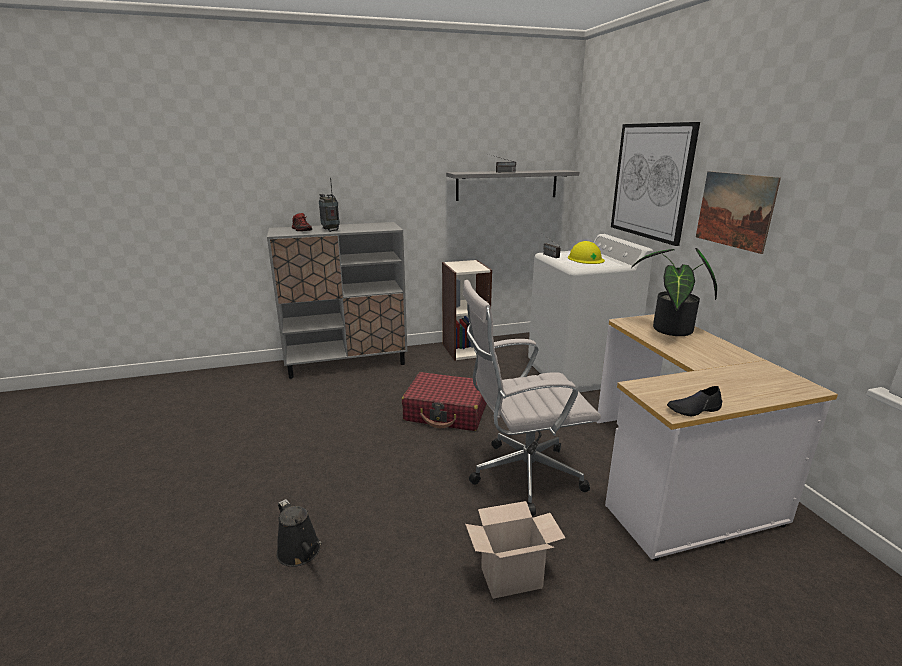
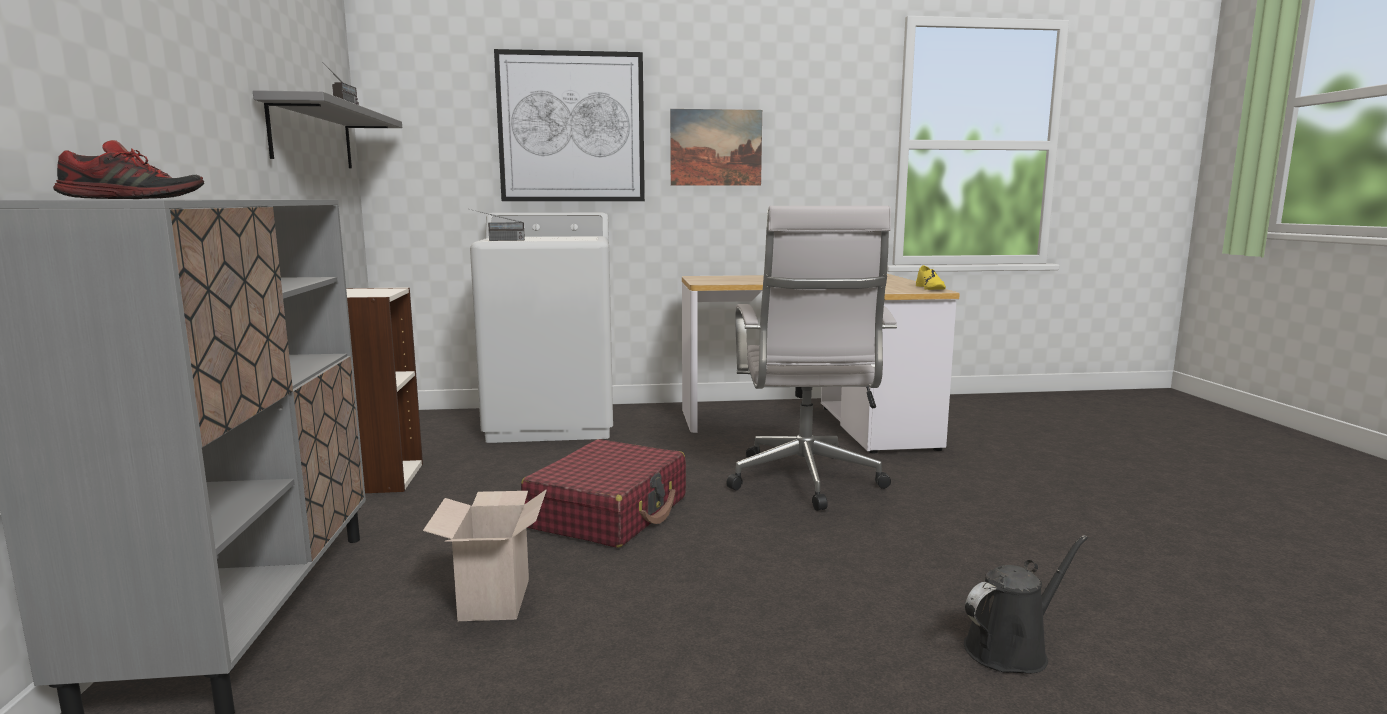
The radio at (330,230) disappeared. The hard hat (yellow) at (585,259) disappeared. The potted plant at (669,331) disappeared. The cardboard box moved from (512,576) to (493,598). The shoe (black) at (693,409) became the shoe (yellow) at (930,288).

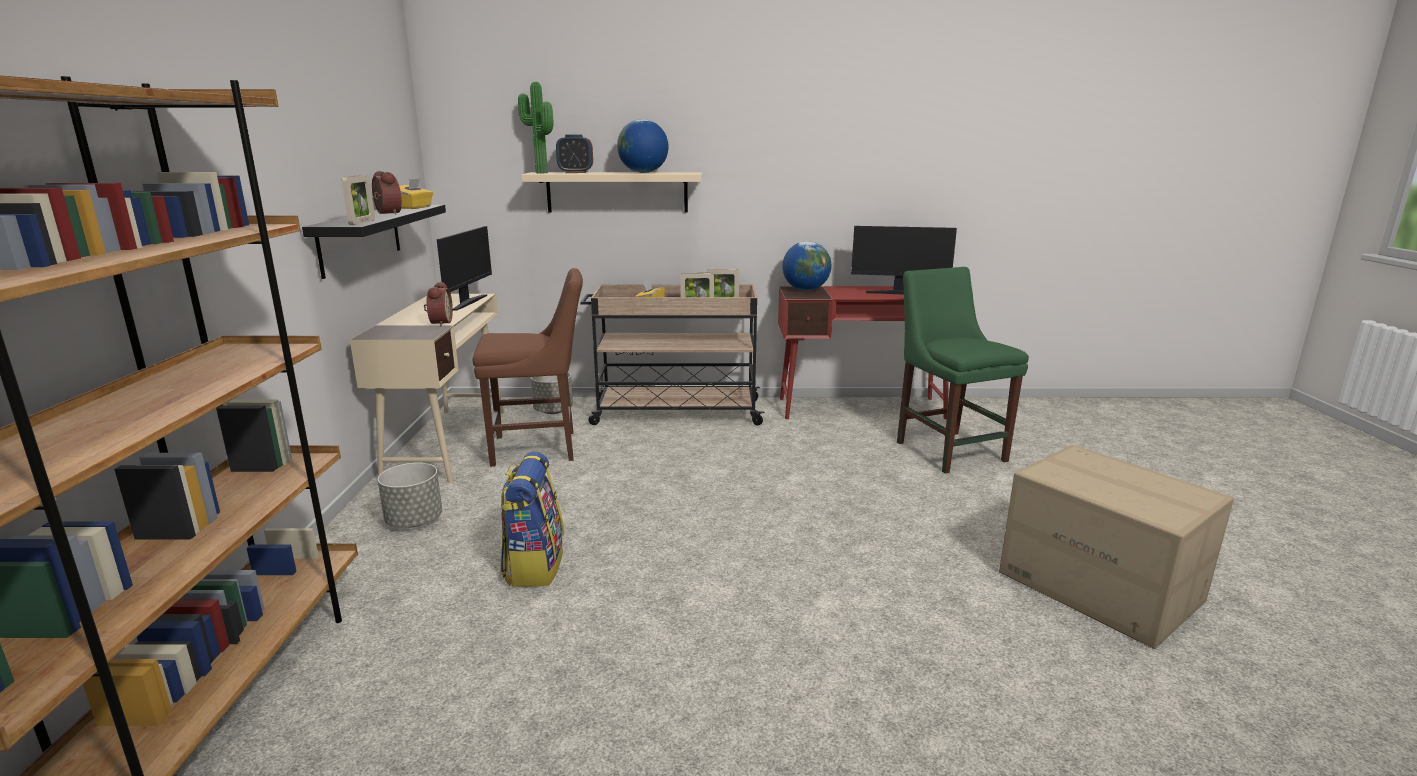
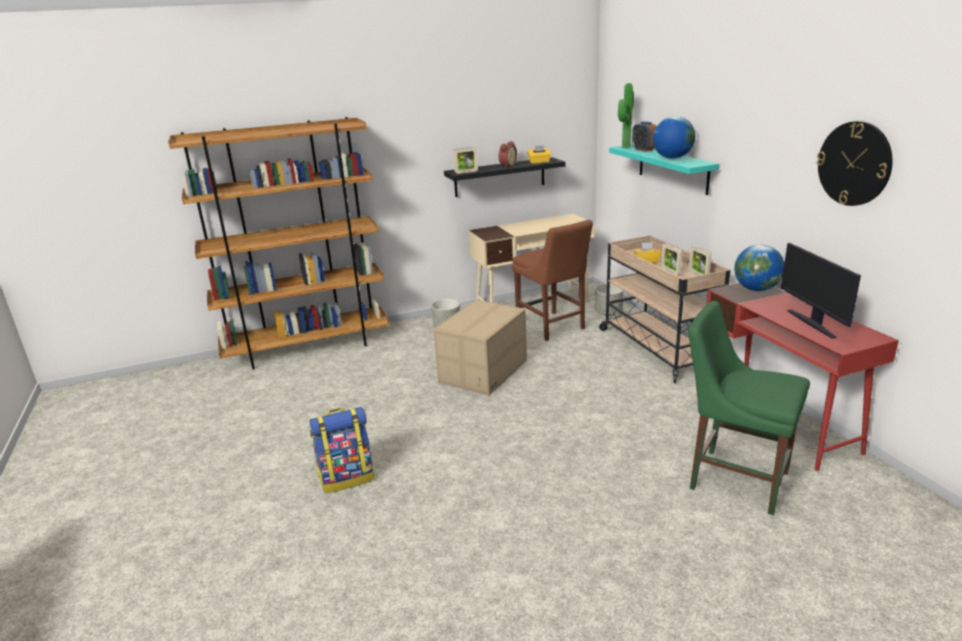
The alarm clock at (439,323) disappeared. The monitor at (468,302) disappeared. The wall clock at (854,163) appeared. The backpack moved from (534,565) to (347,478). The cardboard box moved from (1100,587) to (484,371). The shelf (beige) at (617,192) became the shelf (turquoise) at (673,168). The chair (green) at (947,449) turned 105 degrees counterclockwise.

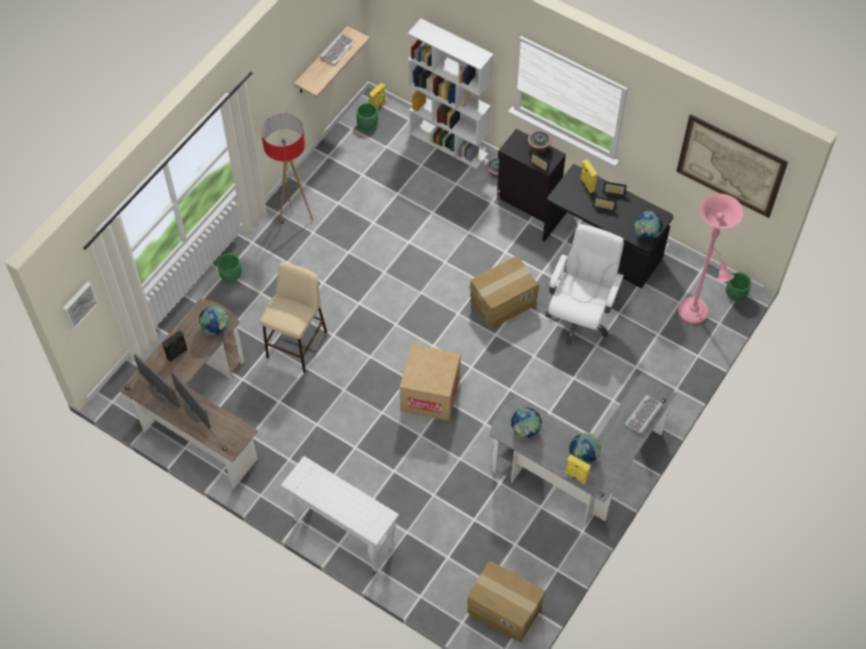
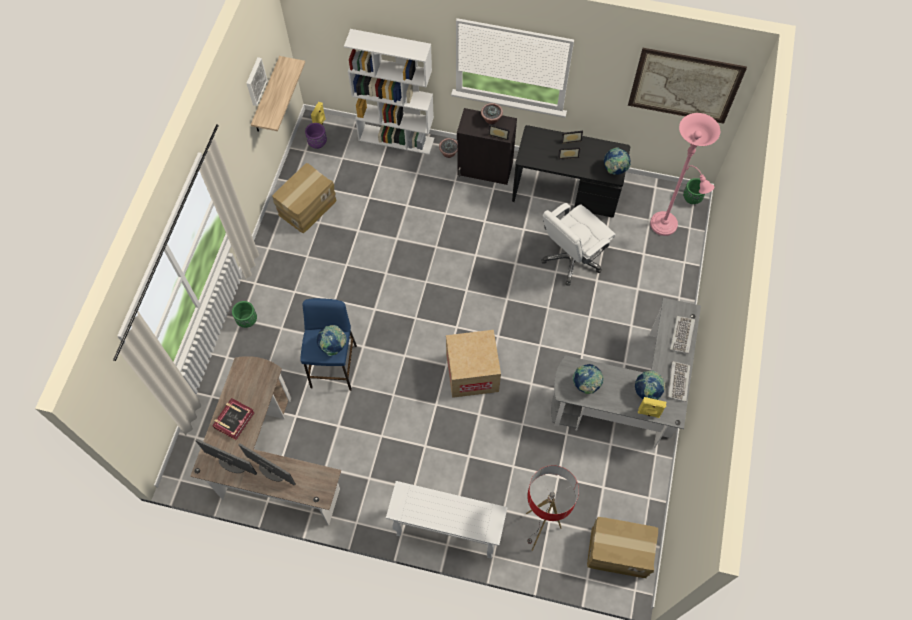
The speaker (yellow) at (586,185) disappeared. The picture moved from (78,304) to (255,81). The globe moved from (215,328) to (333,346). The floor lamp moved from (293,217) to (539,530). The keyboard moved from (337,50) to (678,381). The cardboard box moved from (502,302) to (307,207). The speaker (black) at (177,354) was replaced by the book at (234,420). The stool (beige) at (297,344) became the stool (blue) at (334,366). The planter (green) at (367,125) became the planter (purple) at (317,143). The office chair (white) at (579,316) turned 135 degrees counterclockwise.

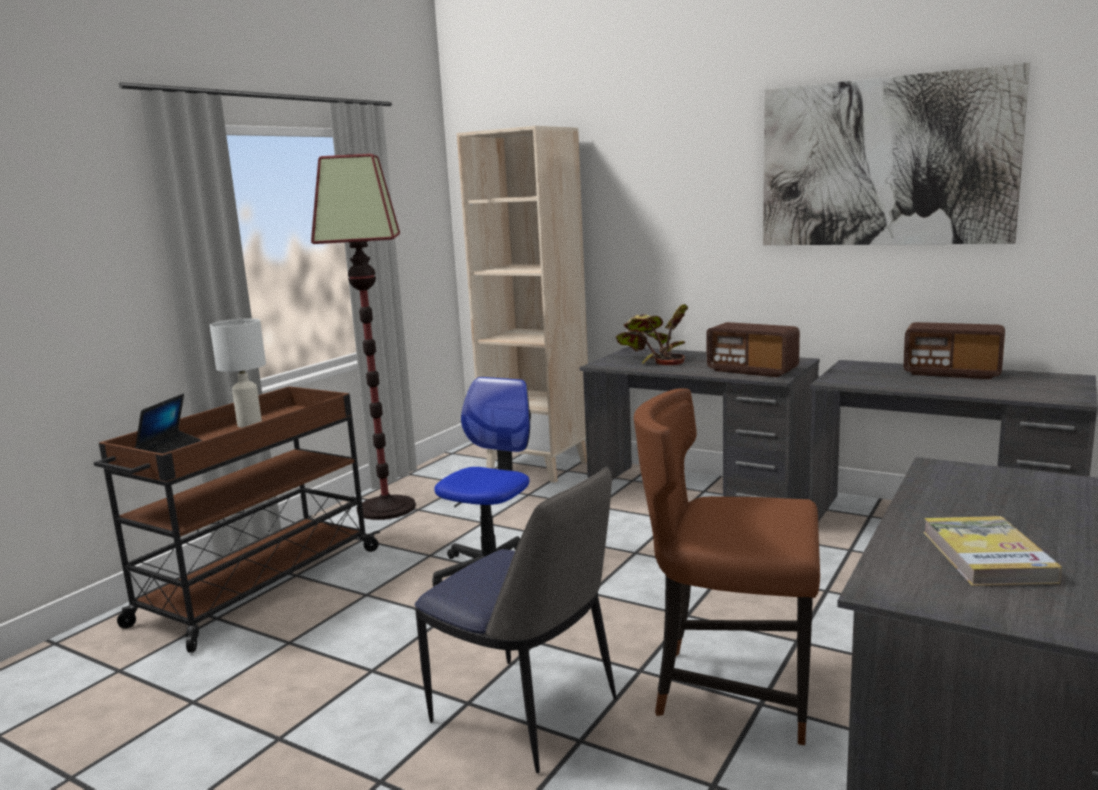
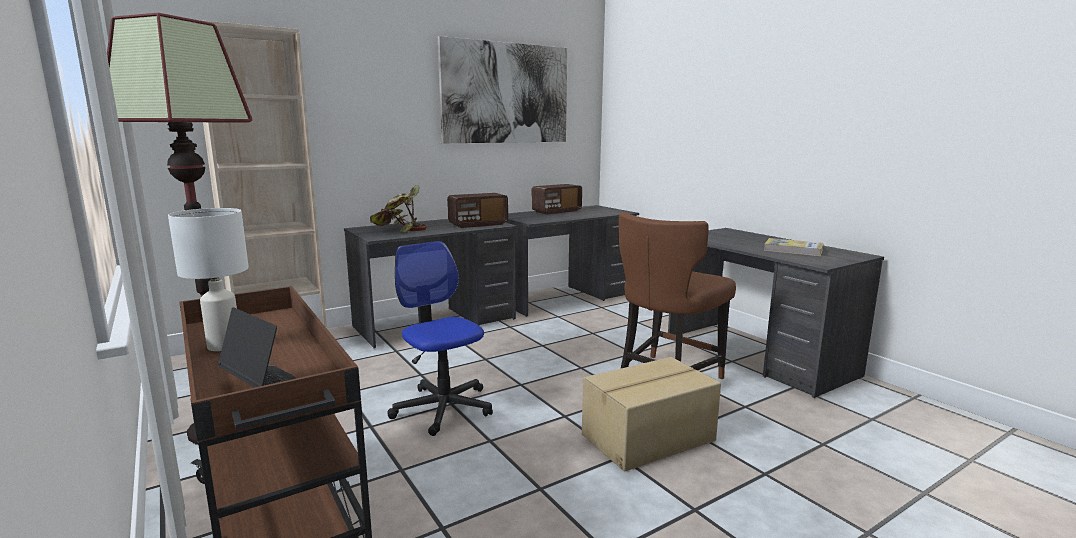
The chair at (528,713) was replaced by the cardboard box at (649,438).

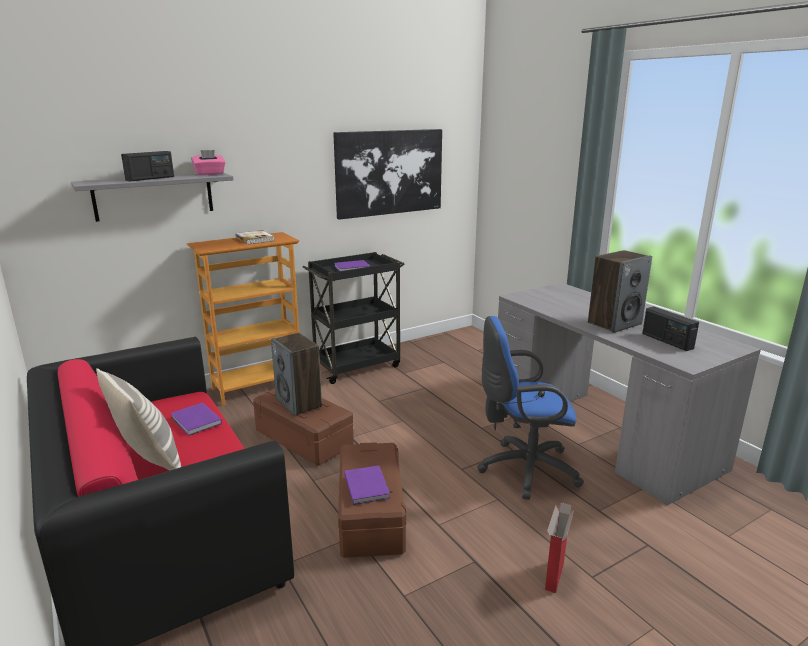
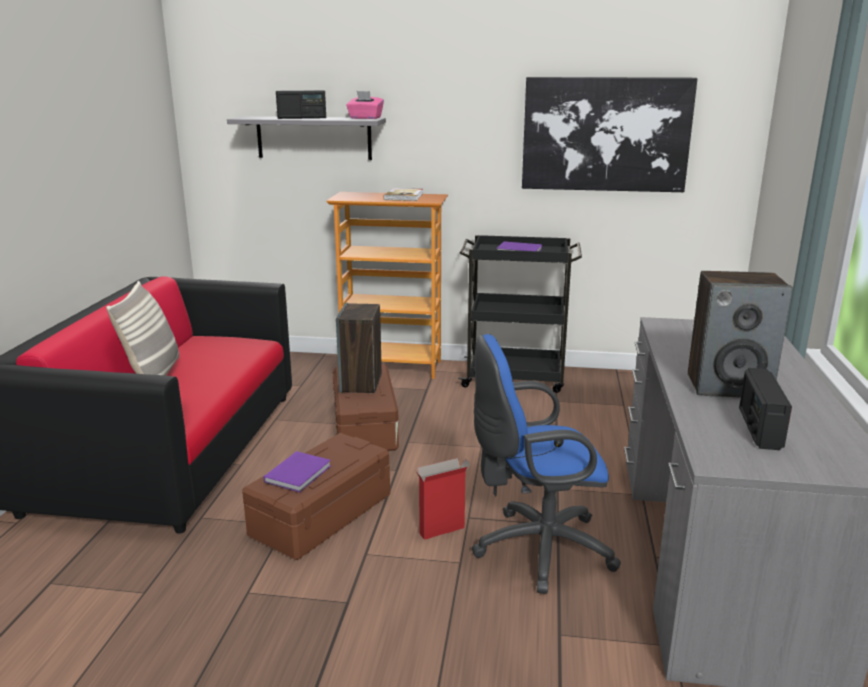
The book (purple) at (196,421) disappeared. The cardboard box moved from (554,575) to (443,530). The office chair (blue) at (523,469) turned 45 degrees counterclockwise.

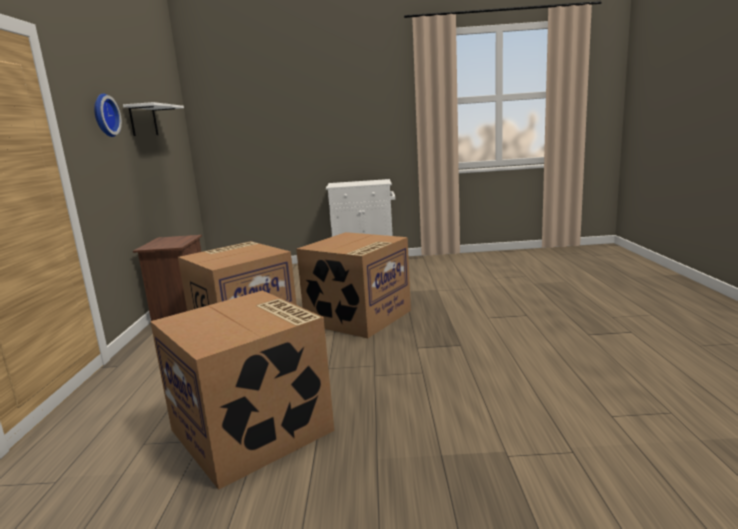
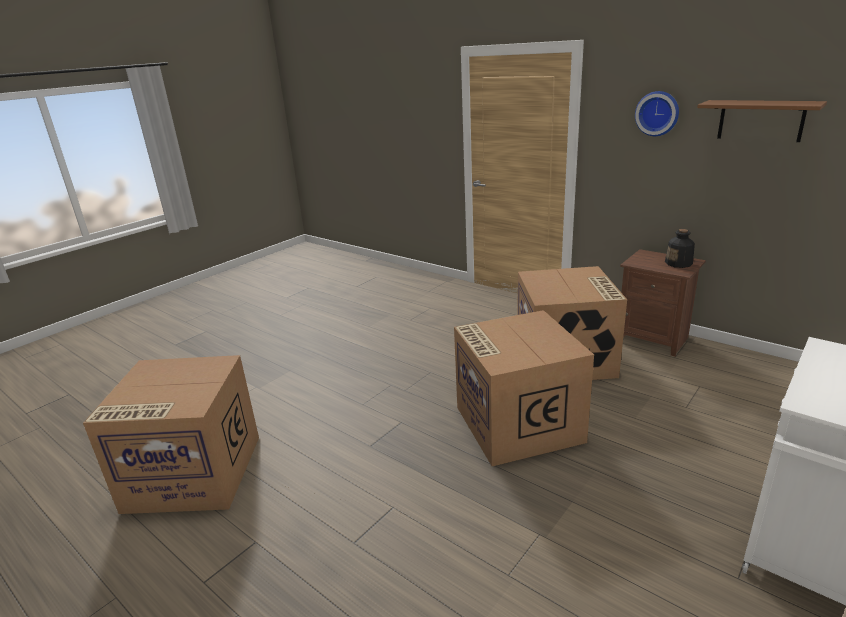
The bottle at (678,263) appeared. The cardboard box moved from (254,430) to (192,474). The shelf (white) at (143,120) became the shelf (brown) at (760,120).

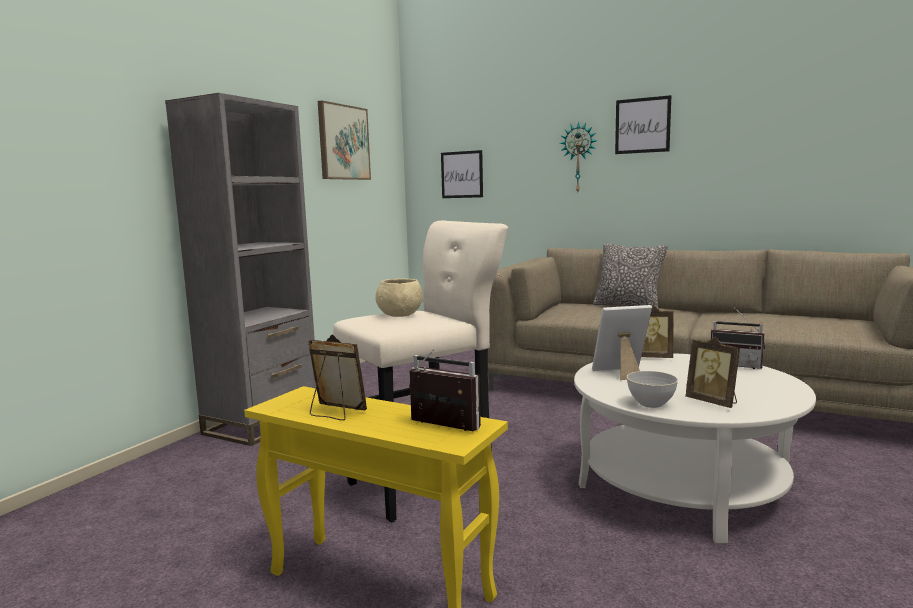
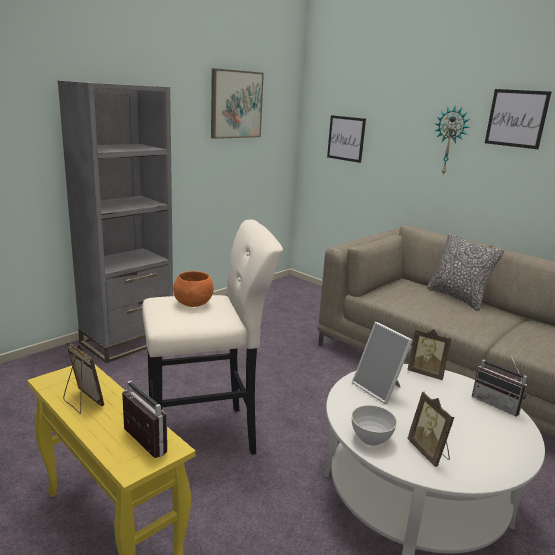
The bowl (beige) at (399,315) became the bowl (orange) at (193,304). The picture frame at (621,373) turned 135 degrees counterclockwise.

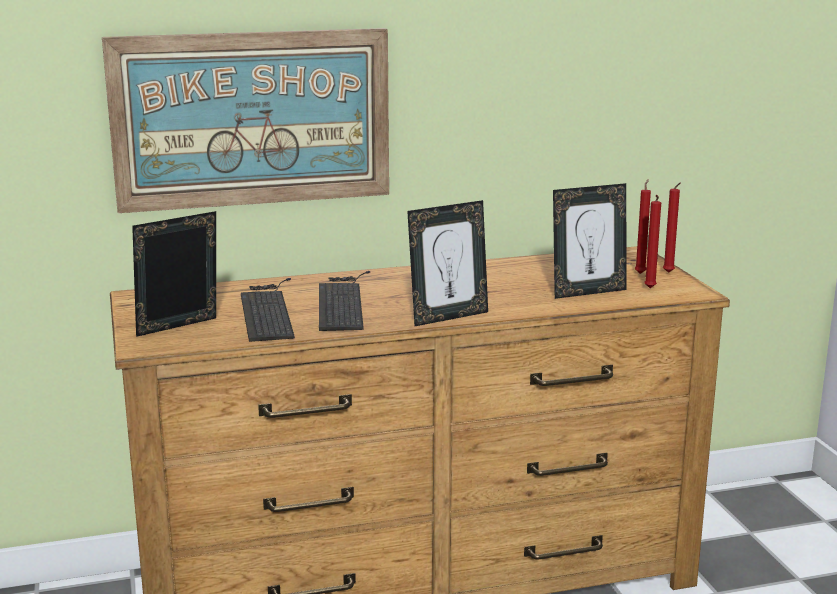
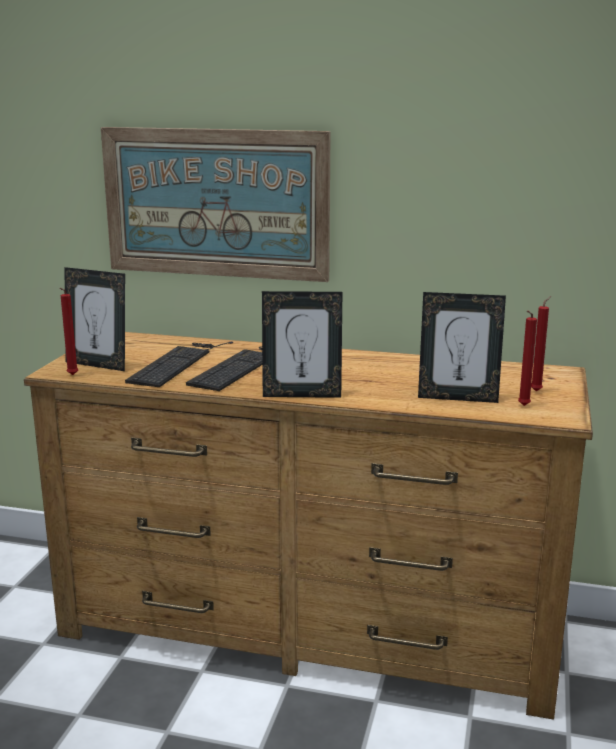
The candle (red) moved from (669,273) to (71,375). The picture frame at (180,329) turned 150 degrees counterclockwise.

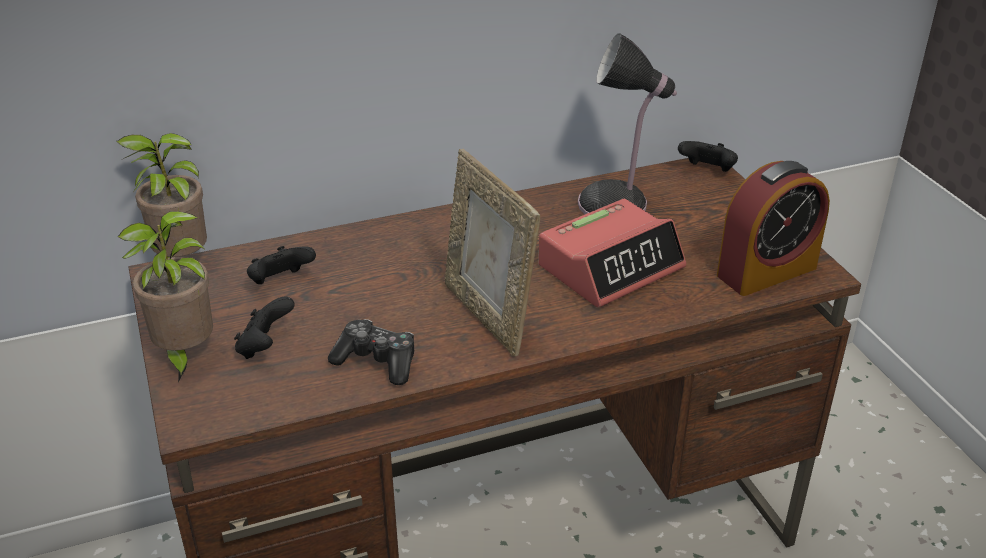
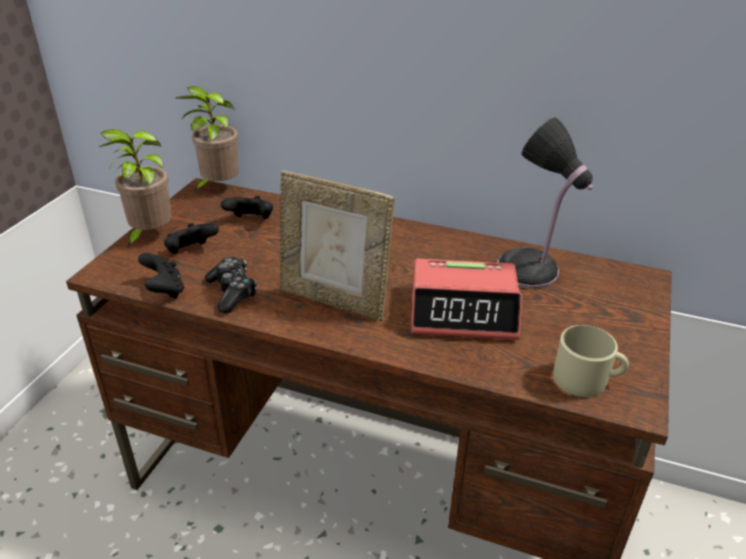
The game controller (black) moved from (707,171) to (164,290). The alarm clock at (766,271) was replaced by the mug (beige) at (587,379). The picture frame at (488,316) turned 75 degrees counterclockwise.

